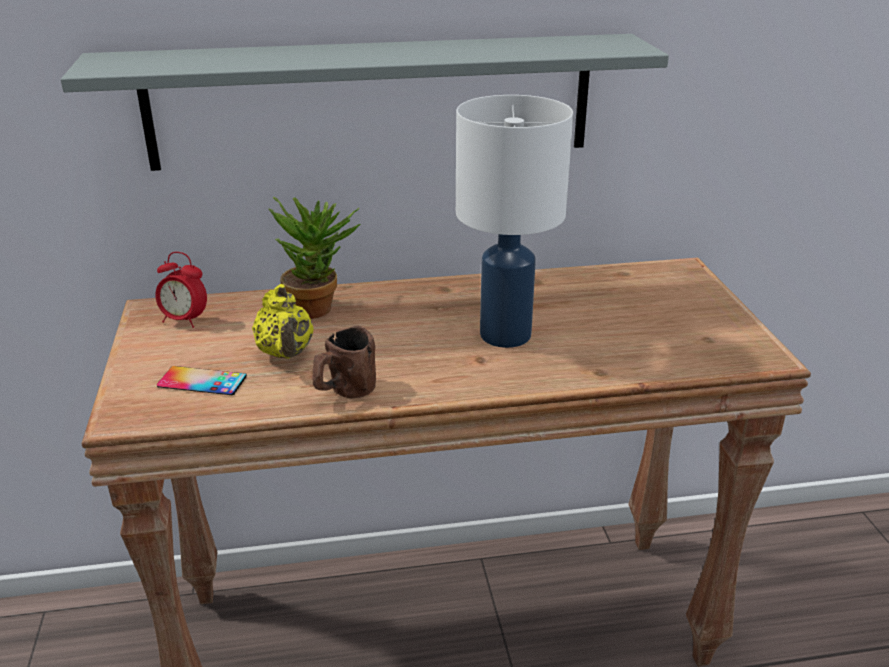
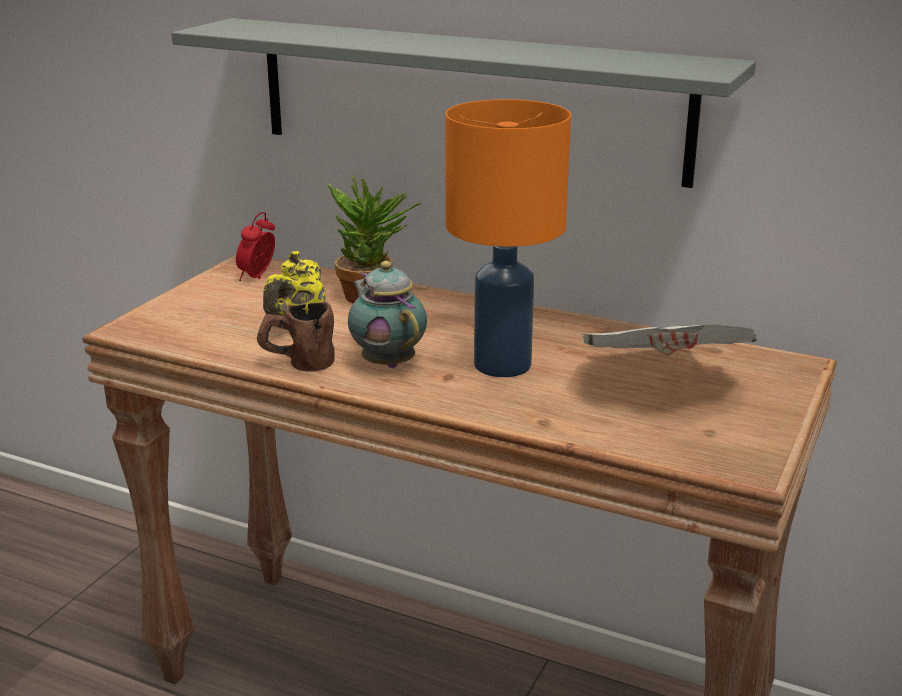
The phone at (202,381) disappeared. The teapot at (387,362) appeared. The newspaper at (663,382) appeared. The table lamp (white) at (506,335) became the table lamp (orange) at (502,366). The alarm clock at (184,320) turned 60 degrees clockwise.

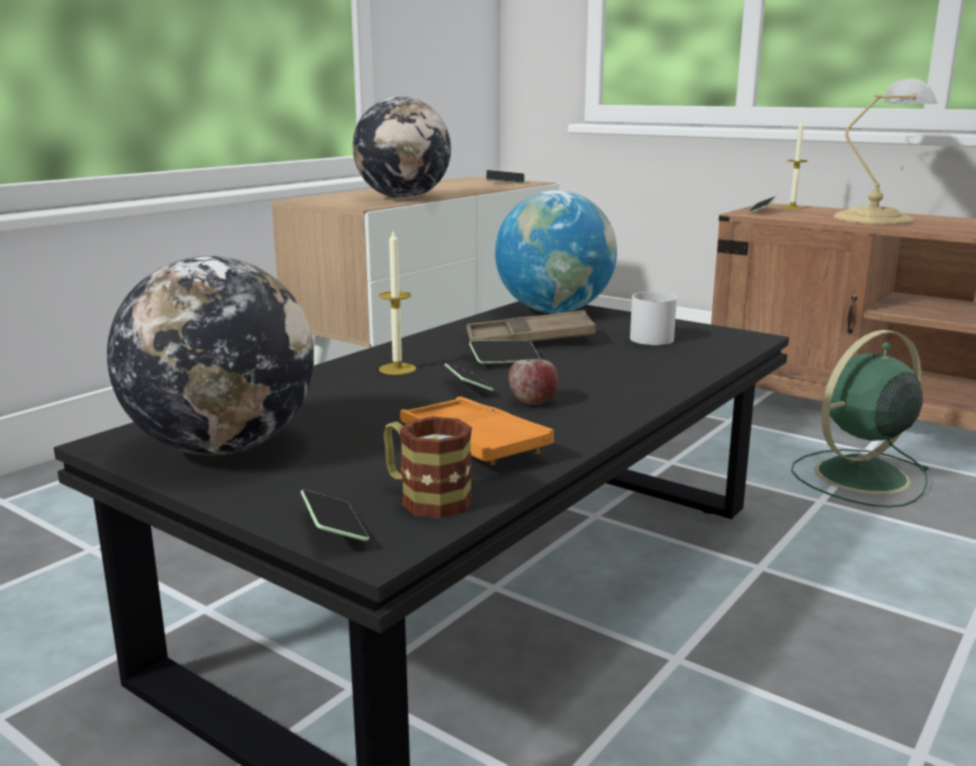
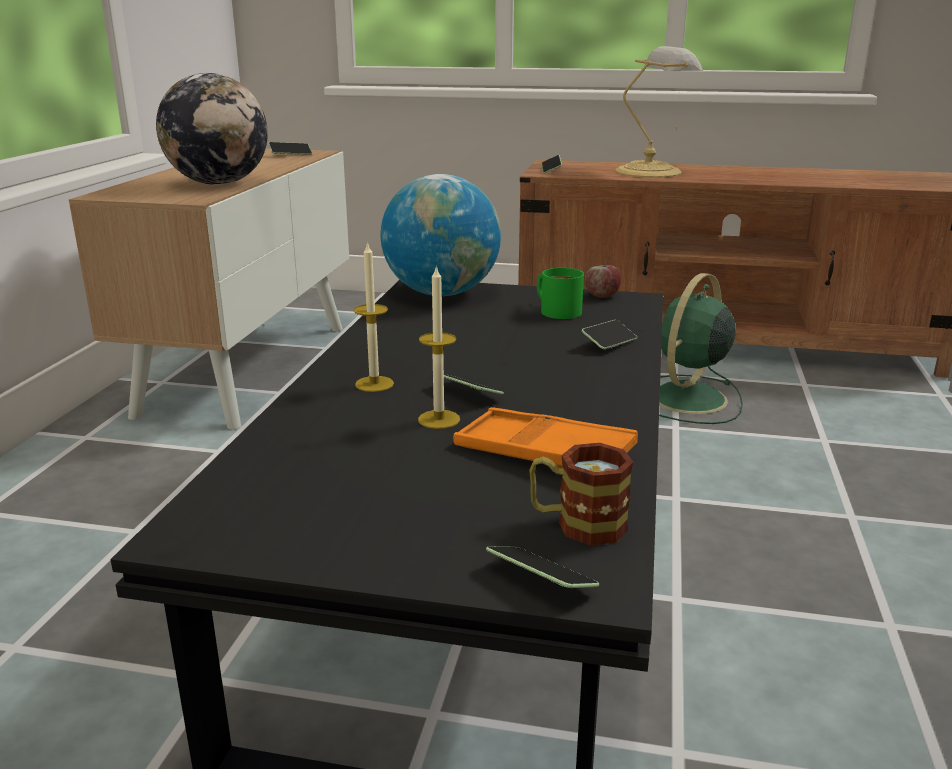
The globe at (222,447) disappeared. The tray (brown) at (529,340) disappeared. The phone moved from (505,361) to (609,343). The apple moved from (533,401) to (601,295). The candle moved from (792,207) to (439,419). The mug (white) at (648,336) became the mug (green) at (555,310).

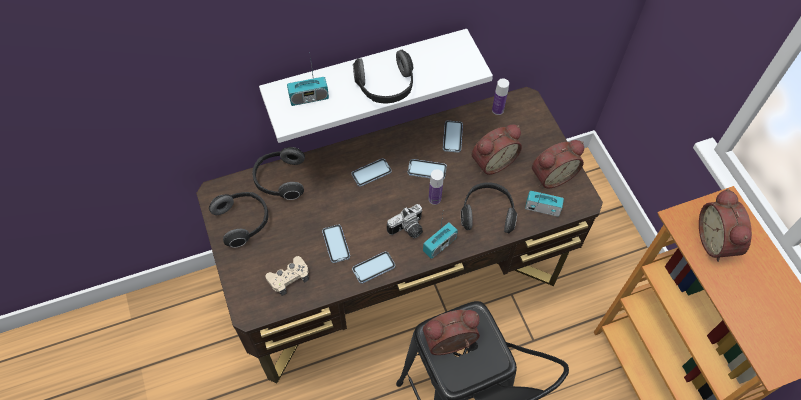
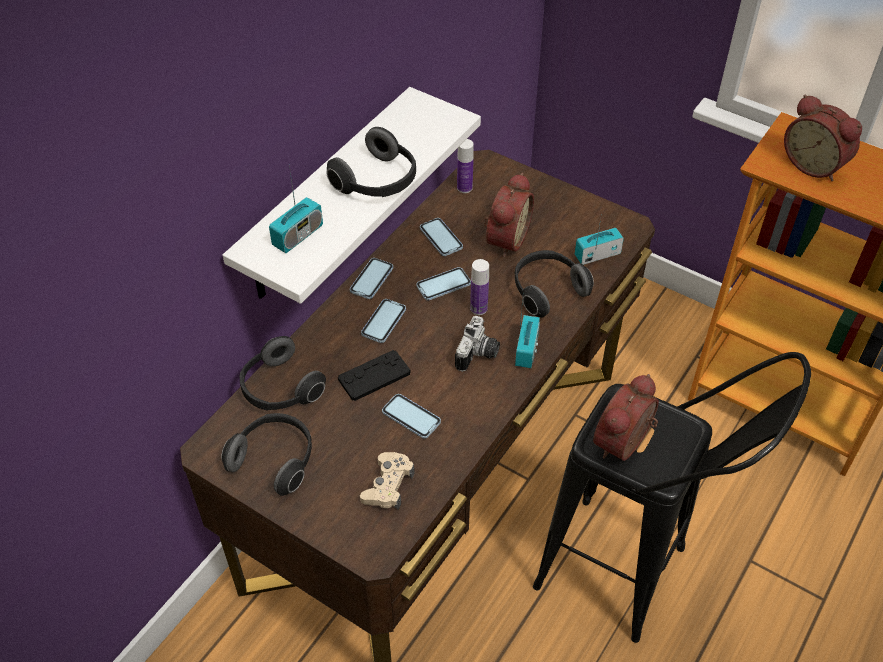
The alarm clock at (551,175) disappeared. The game controller (black) at (374,376) appeared. The phone moved from (373,268) to (371,279).

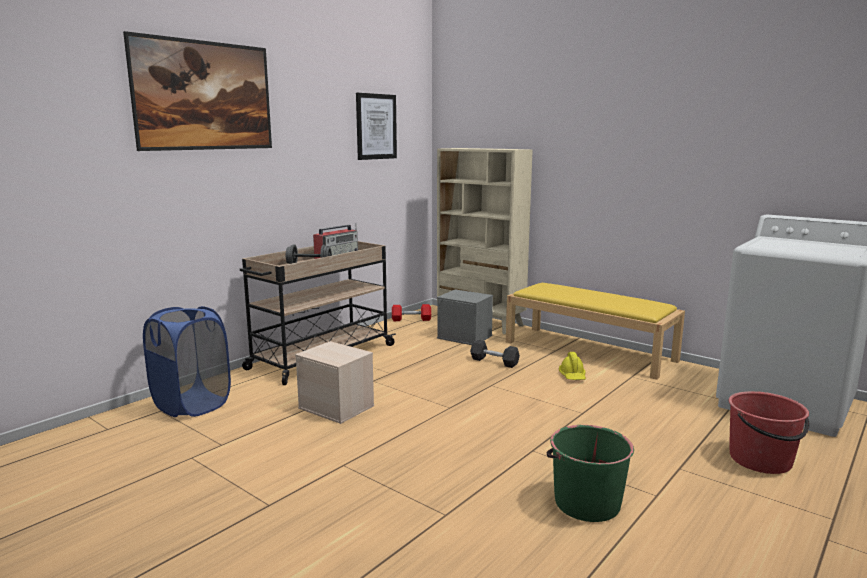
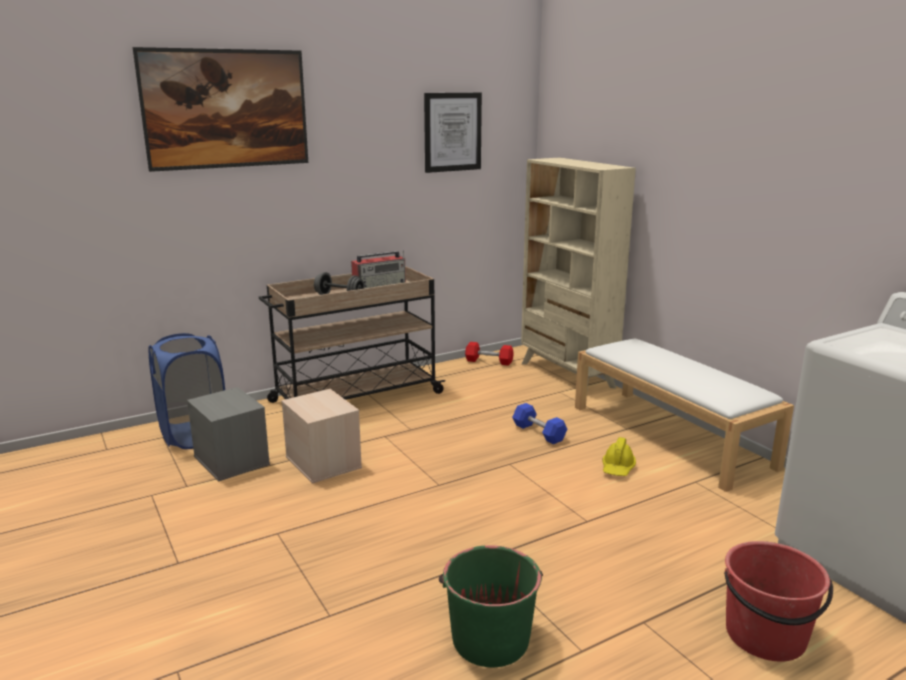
The storage box (grey) moved from (465,337) to (232,460). The dumbbell (grey) at (494,362) became the dumbbell (blue) at (539,433). The bench (yellow) at (590,351) became the bench (white) at (671,436).

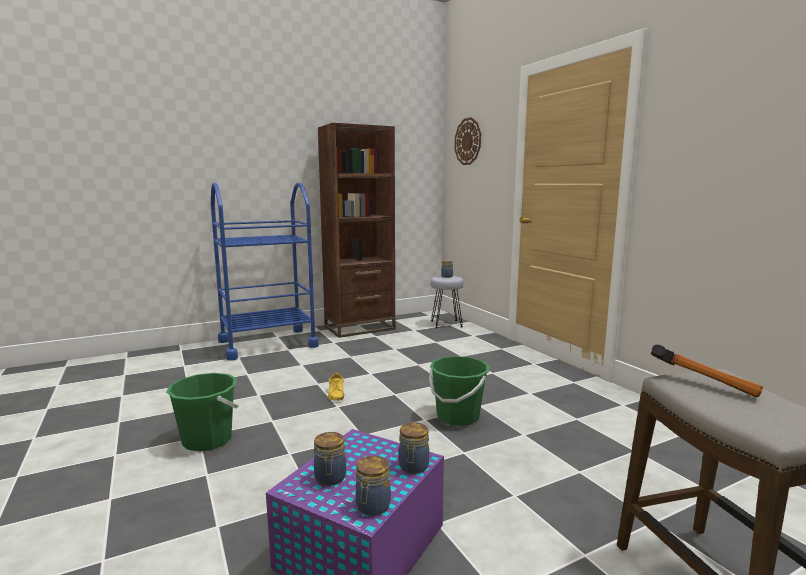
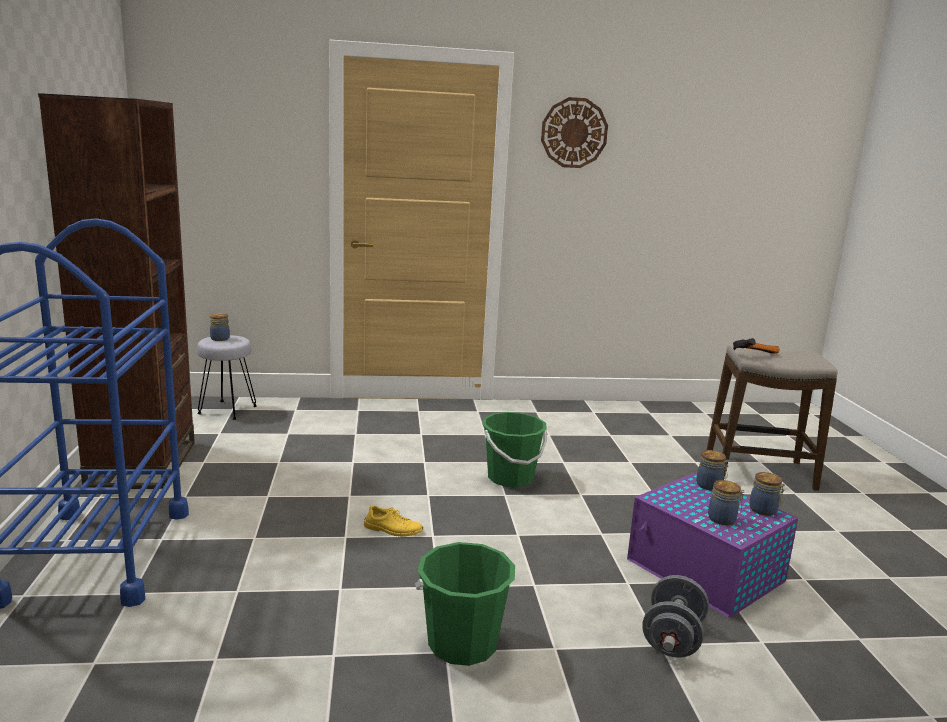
The dumbbell (grey) at (672,639) appeared. The wall clock moved from (468,141) to (574,133).

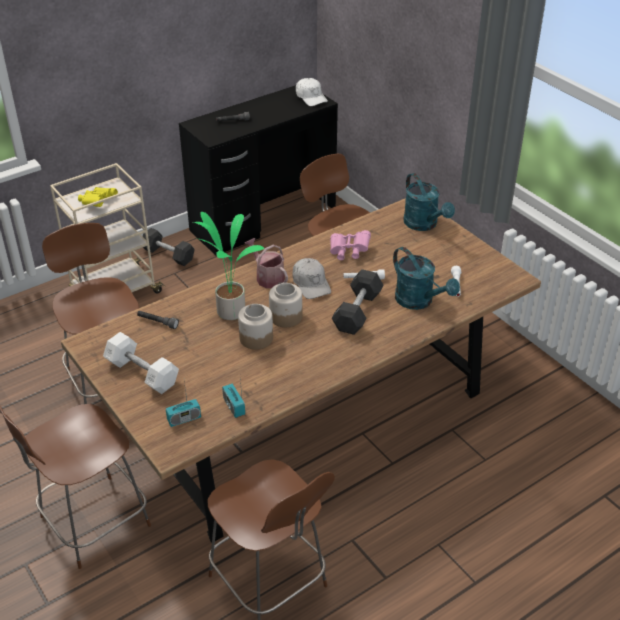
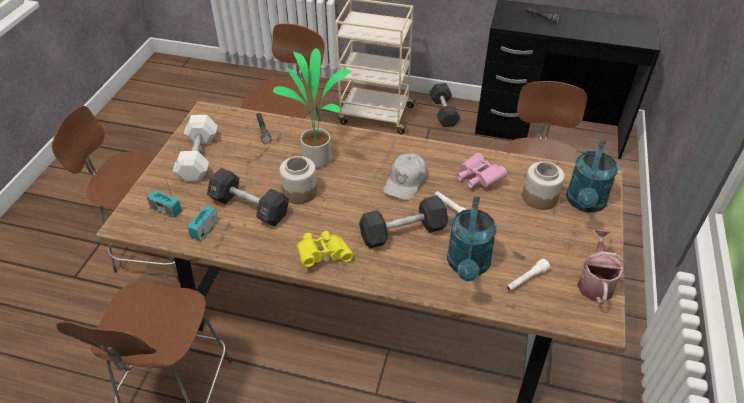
The cap (white) at (311,97) disappeared. The dumbbell (black) at (249,207) appeared. The binoculars (yellow) moved from (97,203) to (323,255). The watering can moved from (267,277) to (595,282). The jar moved from (285,317) to (539,197).

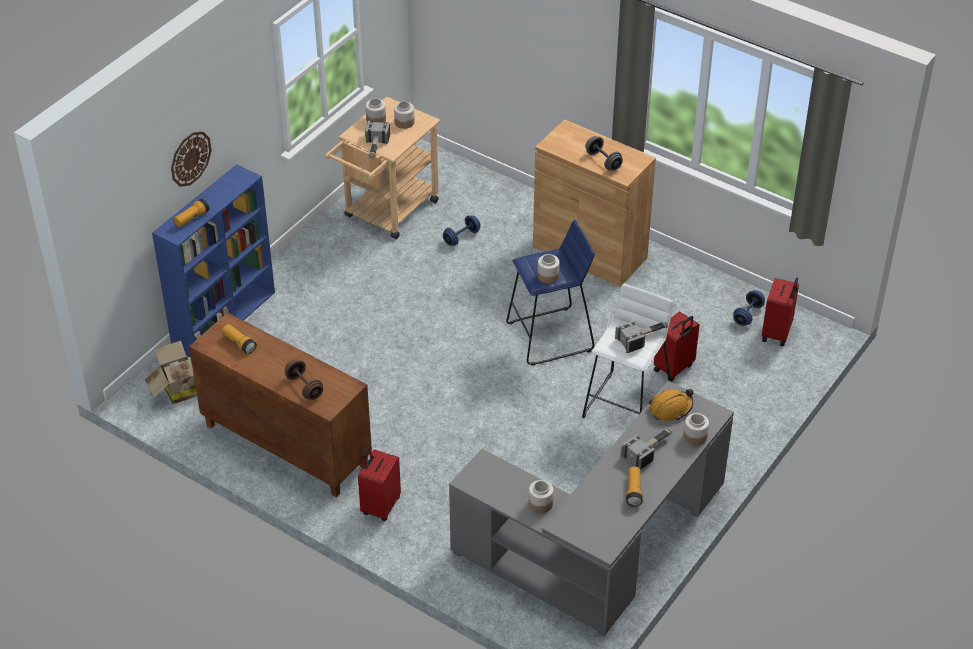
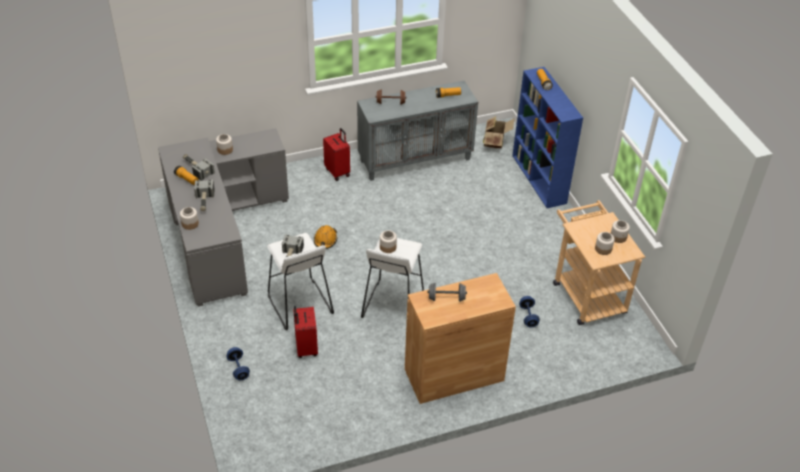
The wall clock at (190,158) disappeared. The suitcase (red) at (777,333) disappeared. The hammer moved from (375,147) to (197,169). The hard hat (orange) moved from (671,408) to (325,240). The dumbbell (blue) moved from (748,315) to (238,368). The cabinet (brown) at (285,445) became the cabinet (grey) at (415,159). The stool (blue) at (550,336) became the stool (white) at (392,306).

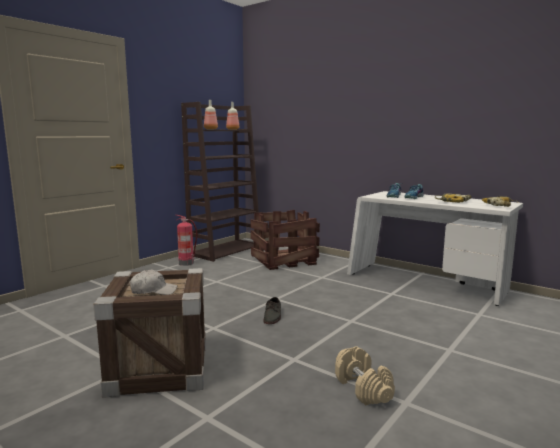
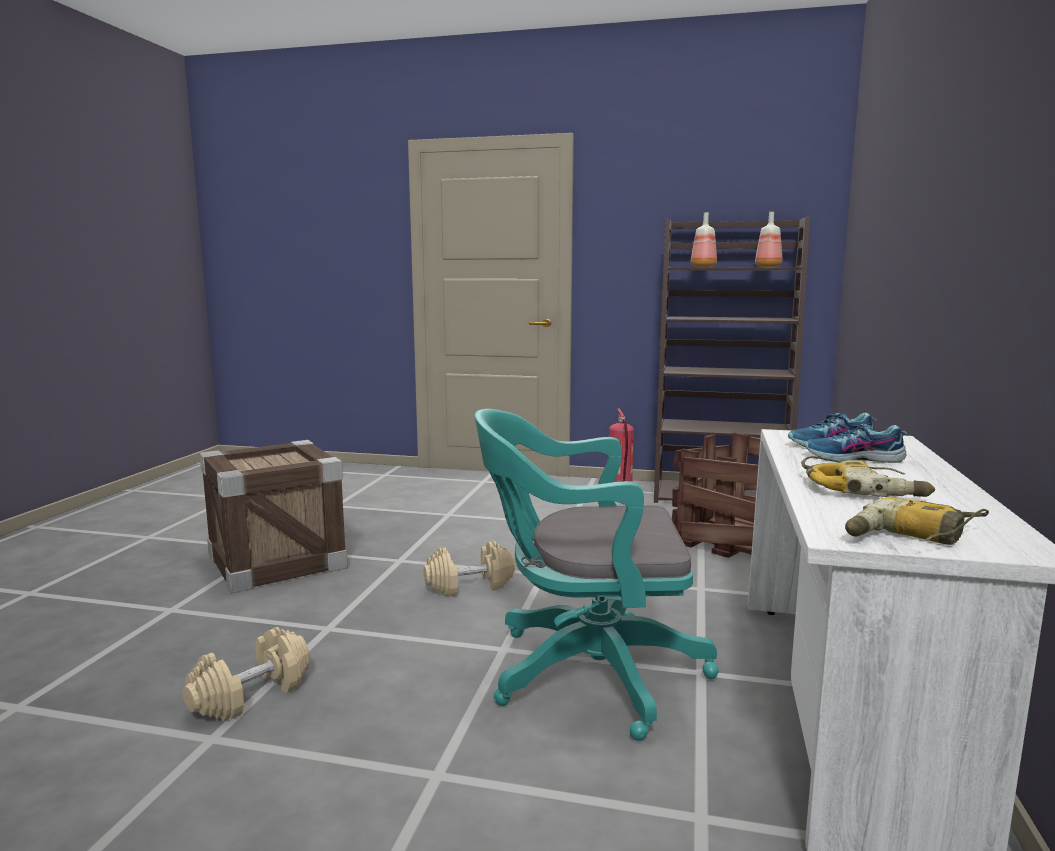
The cap (white) at (153,291) disappeared. The office chair (turquoise) at (585,672) appeared. The shoe (grey) at (273,316) was replaced by the dumbbell (beige) at (469,586).

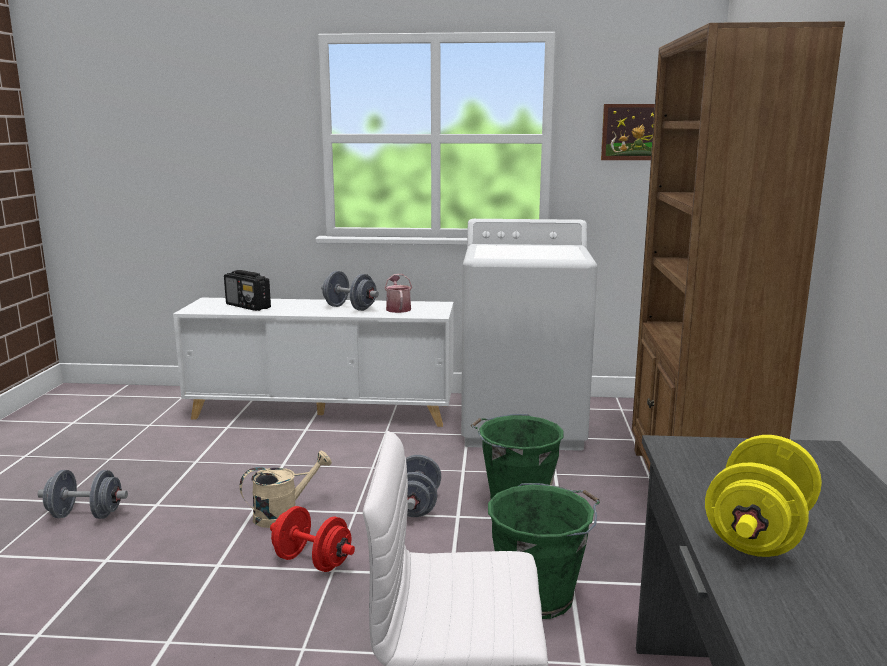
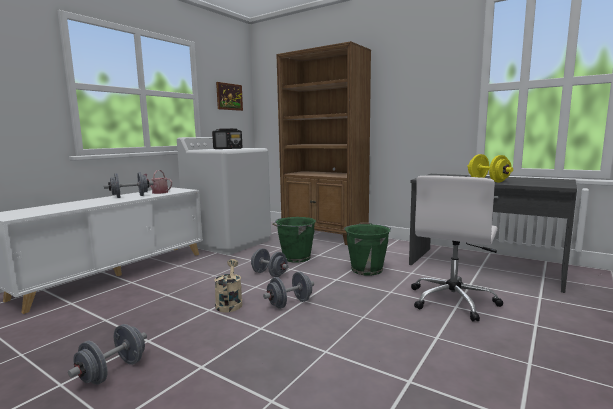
The radio moved from (248,306) to (228,148). The dumbbell (red) at (312,561) became the dumbbell (grey) at (290,303).

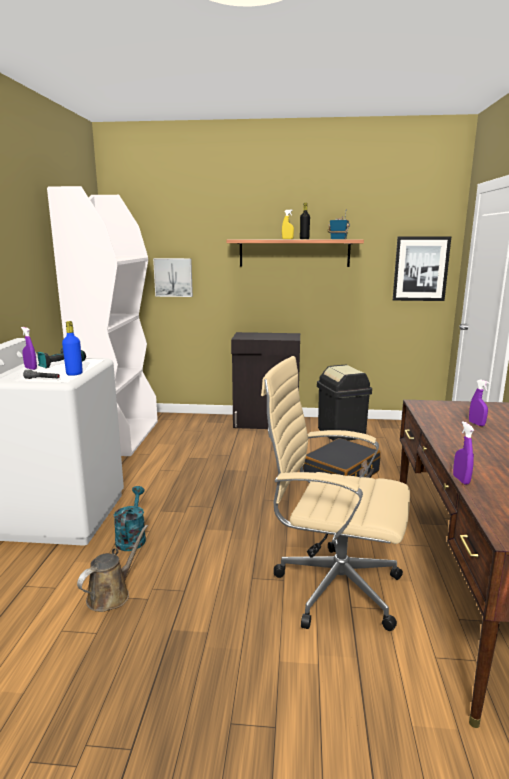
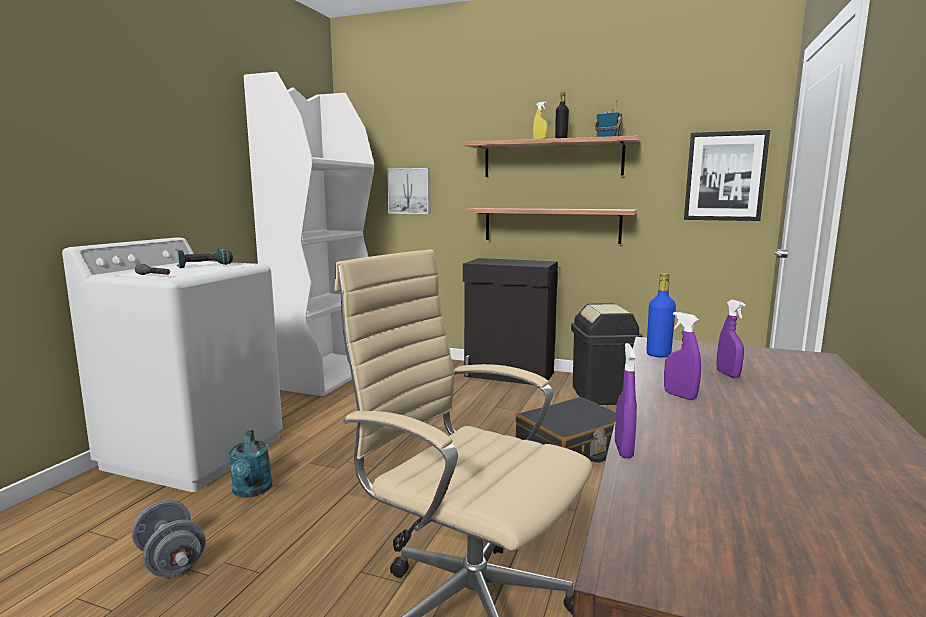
The shelf at (551,225) appeared. The spray bottle (purple) moved from (30,368) to (680,396). The bottle (blue) moved from (74,374) to (658,354). The watering can (brown) at (111,594) was replaced by the dumbbell (grey) at (171,561). The watering can (turquoise) at (132,538) turned 150 degrees clockwise.

